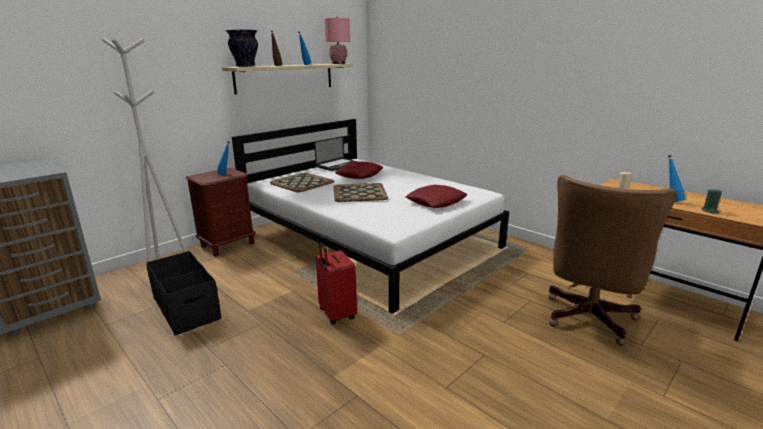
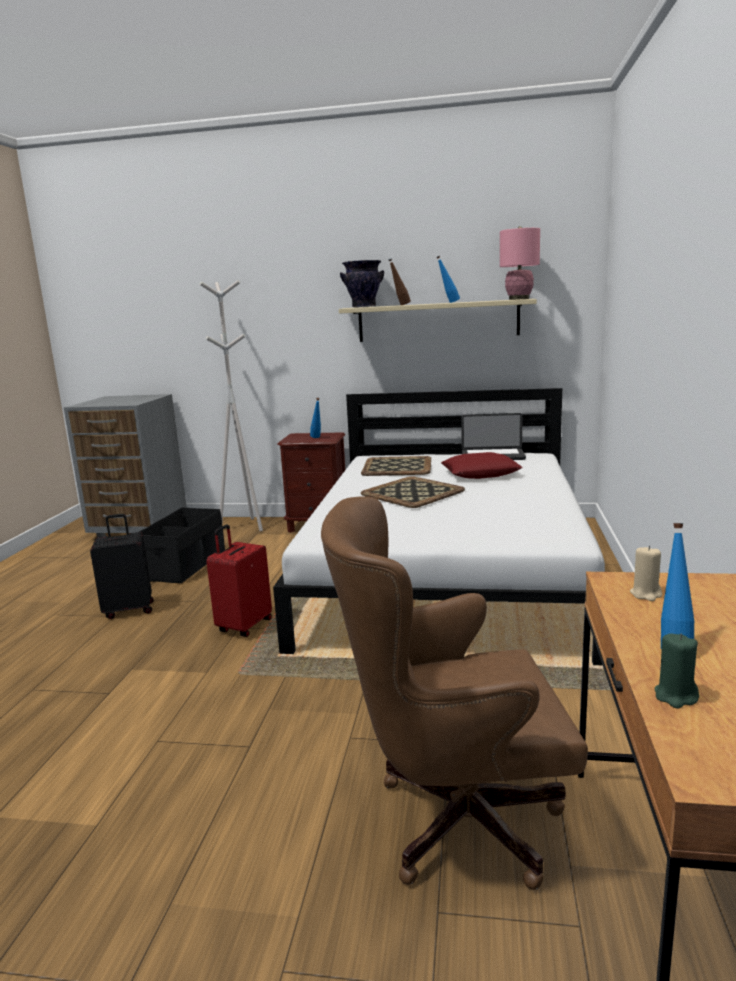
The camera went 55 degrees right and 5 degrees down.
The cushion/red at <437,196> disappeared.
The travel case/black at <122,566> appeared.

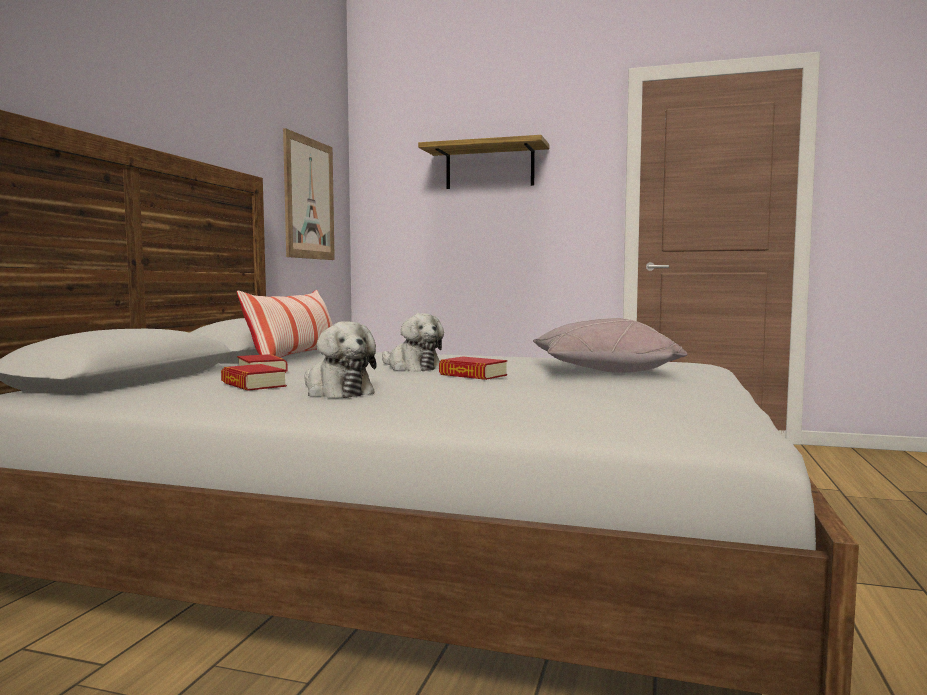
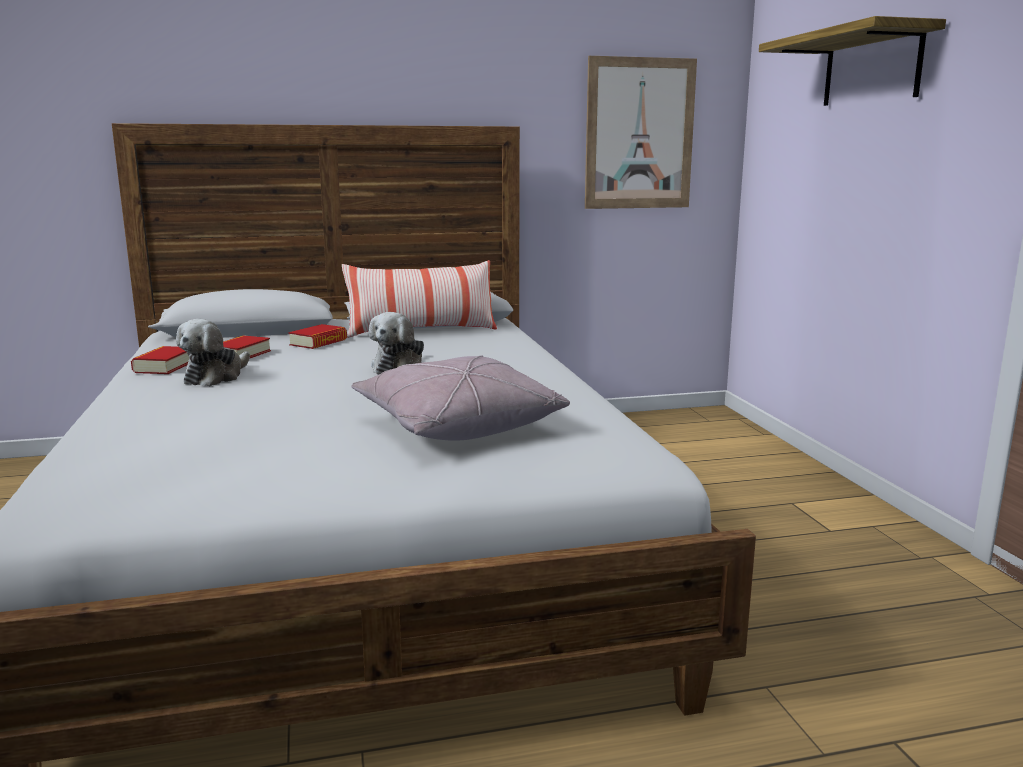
The camera went 60 degrees right and 10 degrees up.
The book moved from <473,368> to <160,360>.

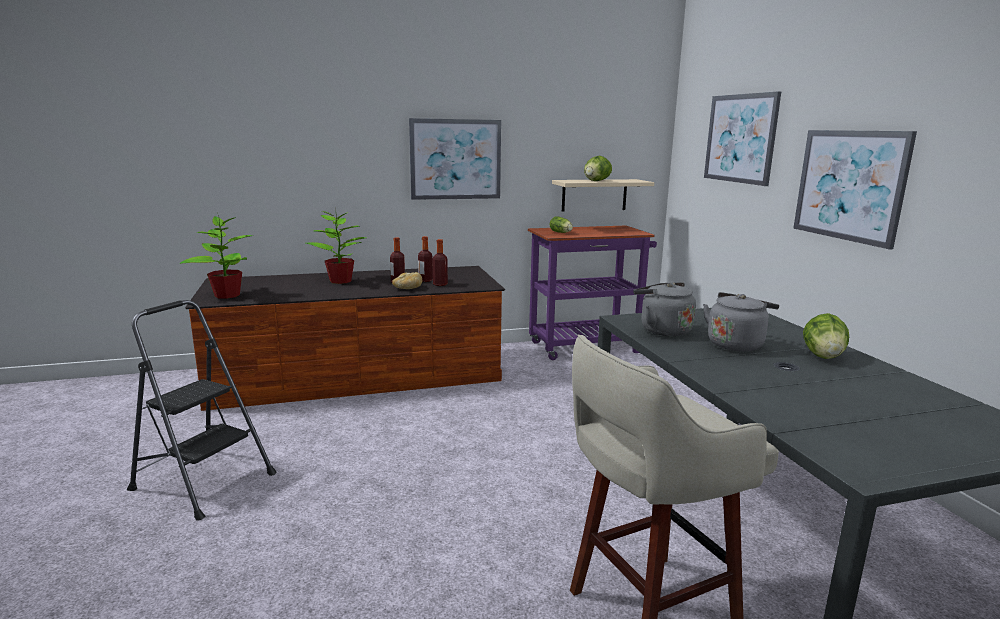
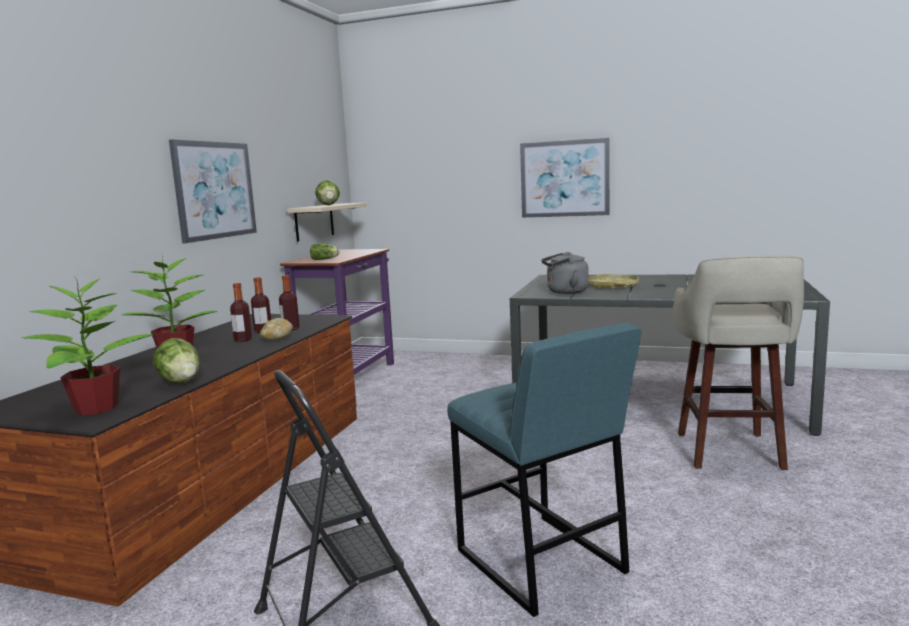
The camera went 55 degrees left and 5 degrees down.
The picture at <742,139> disappeared.
The stool seat/blue at <544,470> appeared.
The head of lettuce moved from <826,336> to <176,361>.
The tea kettle/gray at <741,321> was replaced by the serving tray/yellowish at <613,281>.

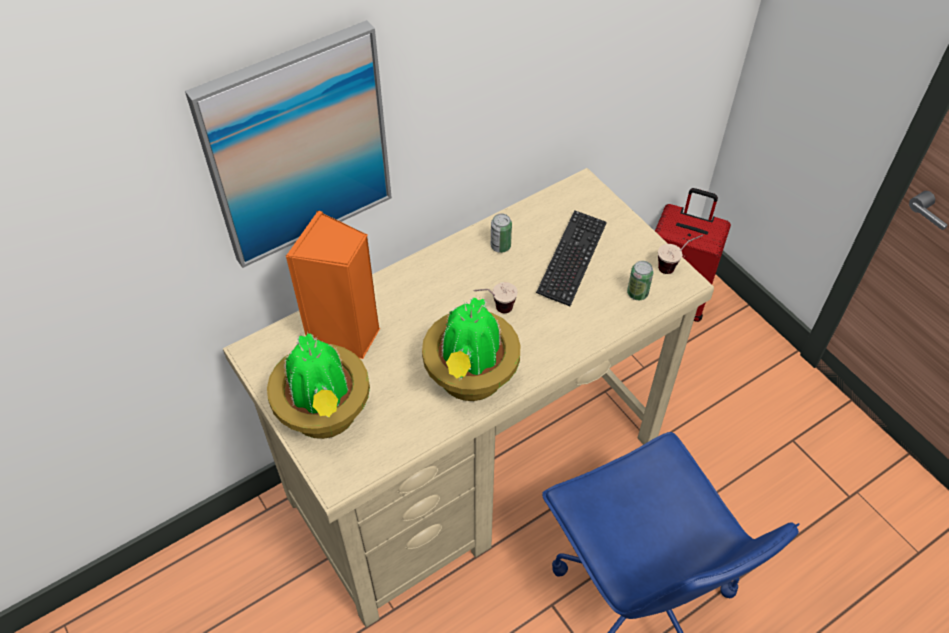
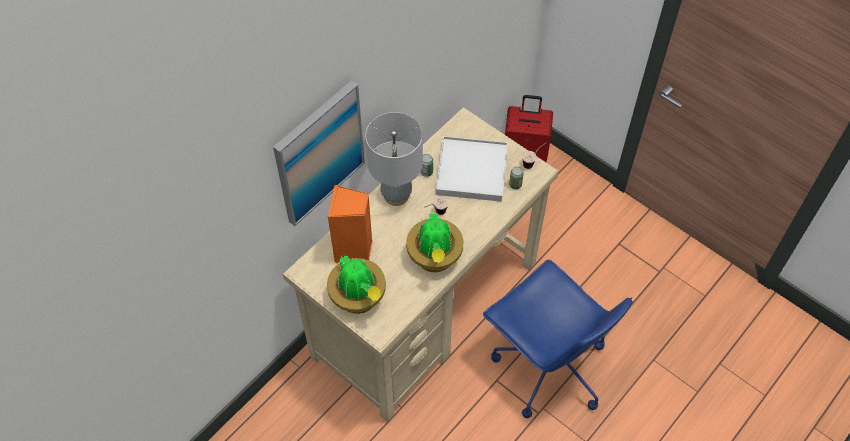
The camera went 15 degrees left and 5 degrees up.
The table lamp/gray at <394,159> appeared.
The computer keyboard at <571,258> was replaced by the serving tray/whitish at <472,169>.

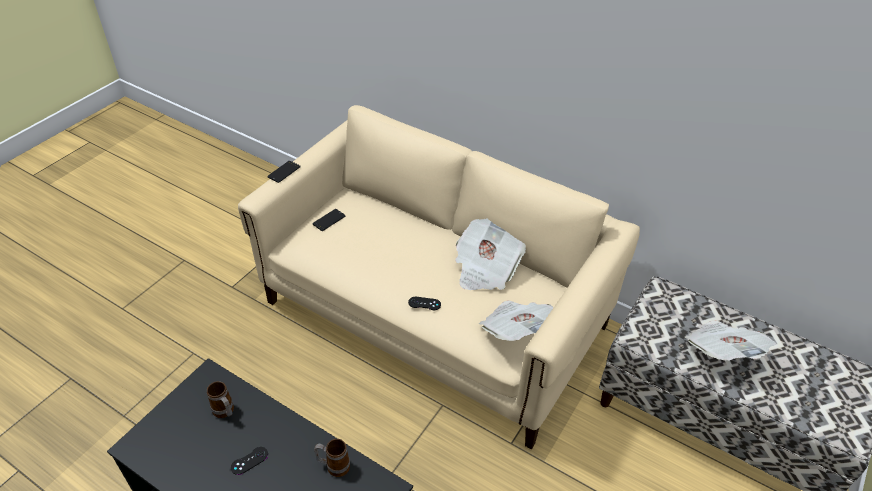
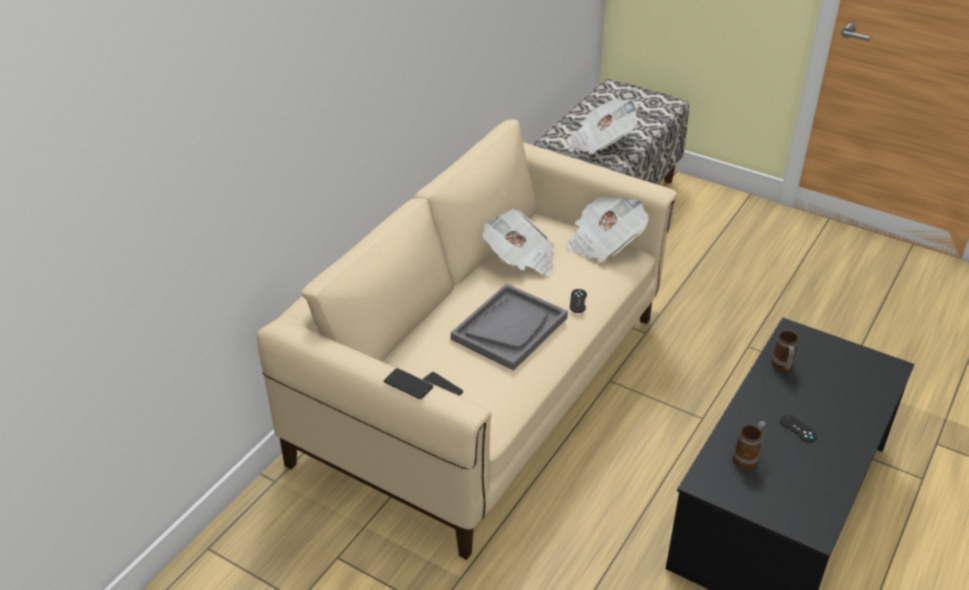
The camera went 90 degrees left and 5 degrees down.
The serving tray/gray at <509,327> appeared.

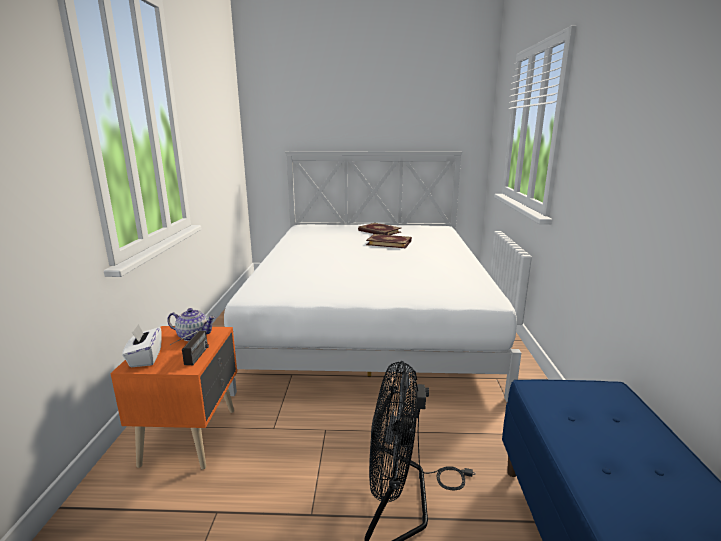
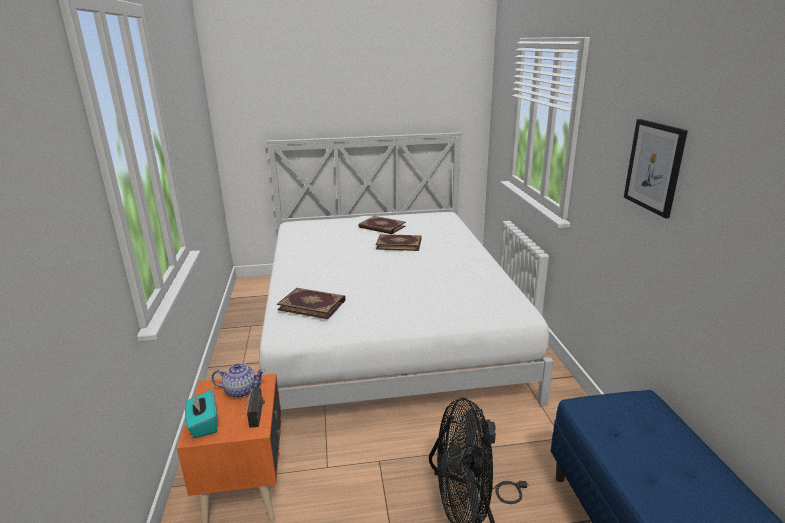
The camera went 10 degrees left and 5 degrees up.
The book at <311,303> appeared.
The picture at <656,169> appeared.
The tissue holder/whitish at <142,345> became the tissue holder/turquoise-coloured at <201,414>.

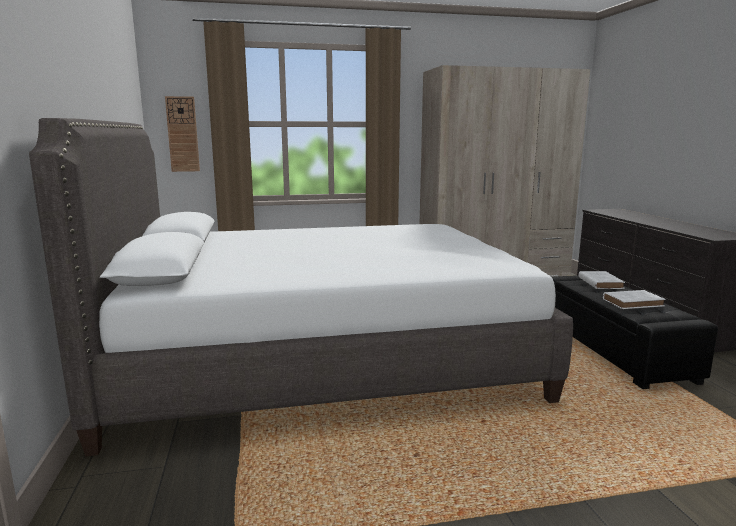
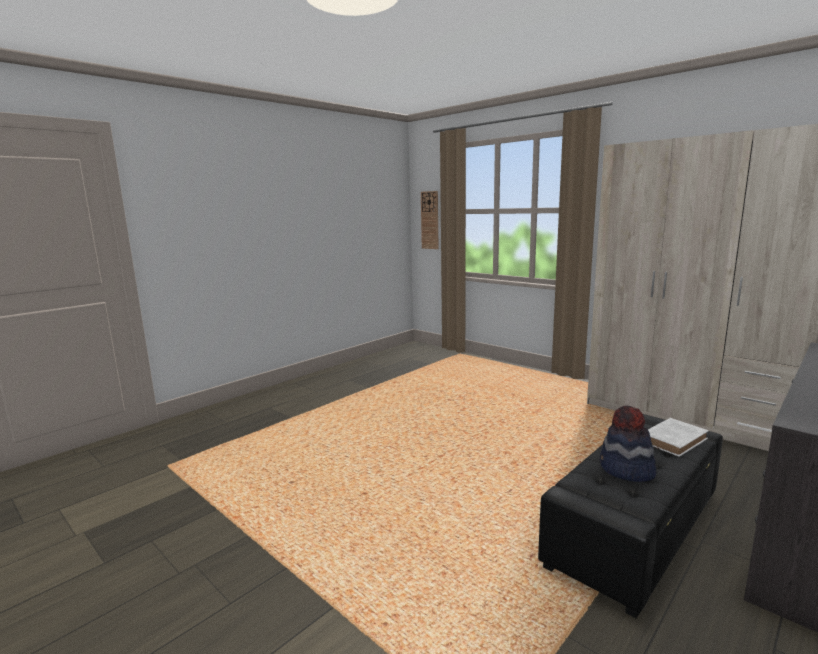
The camera went 55 degrees right and 0 degrees up.
The sleeping bed/whitish at <301,287> disappeared.
The book/whitish at <634,299> was replaced by the hat at <628,444>.

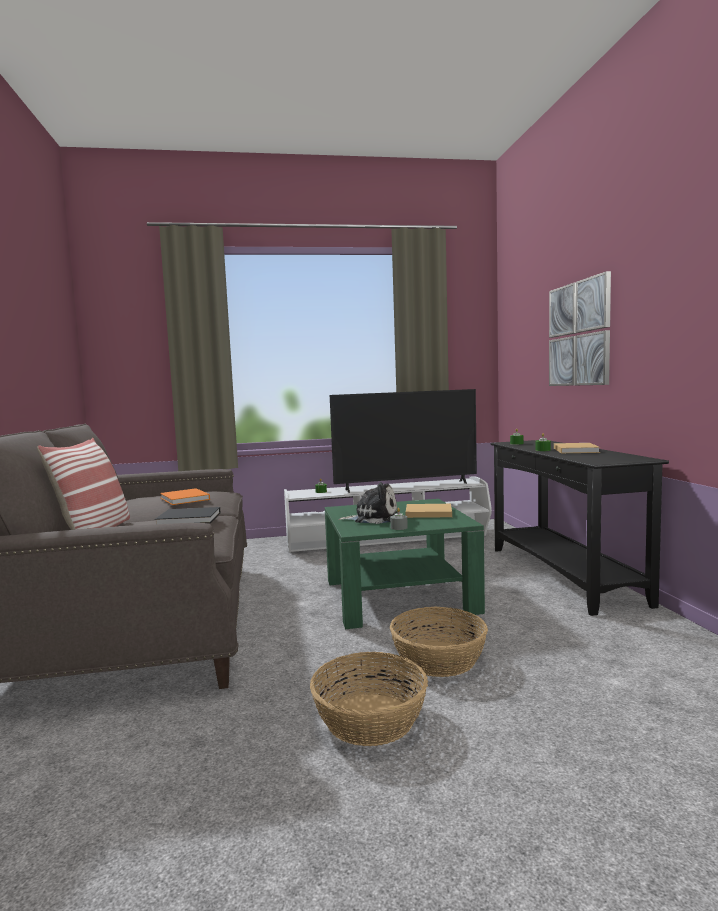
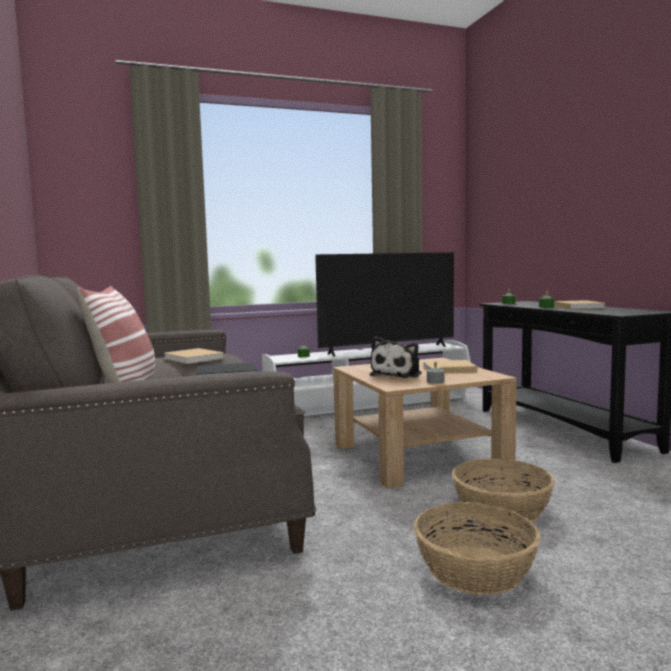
The camera went 10 degrees left and 0 degrees up.
The picture at <580,328> disappeared.
The book/orangey at <185,496> became the book/beige-coloured at <194,356>.
The lounge table/greenish at <405,564> became the lounge table/brown-coloured at <425,423>.
The plush toy at <367,503> turned 120 degrees clockwise.

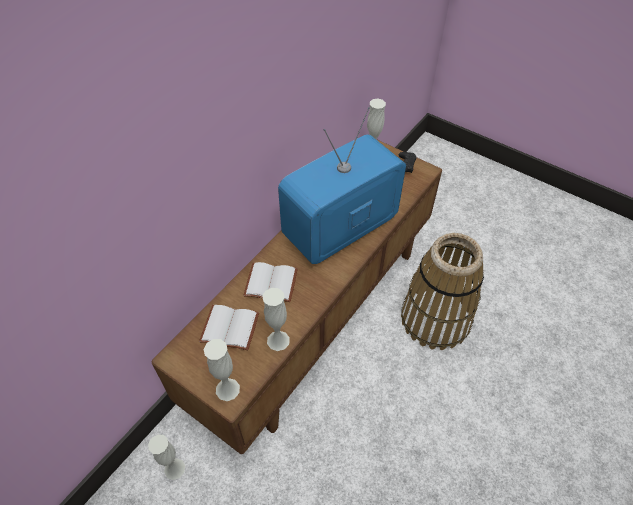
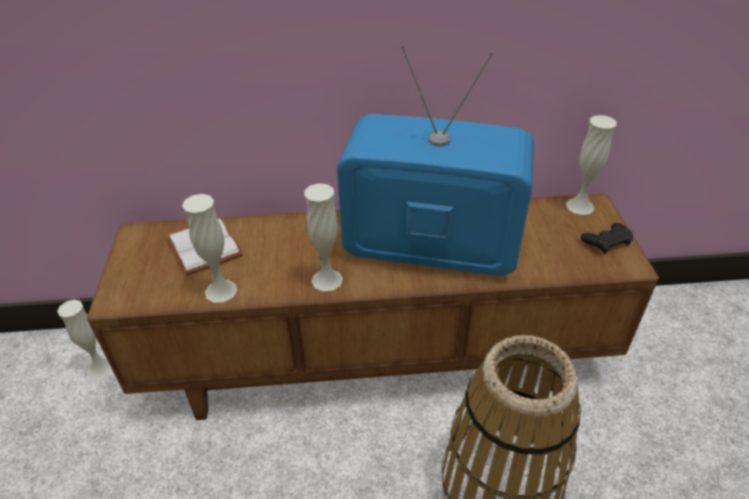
The camera went 50 degrees right and 10 degrees down.
The book/whitish at <270,282> disappeared.
The flower vase/whitish moved from <222,370> to <323,237>.

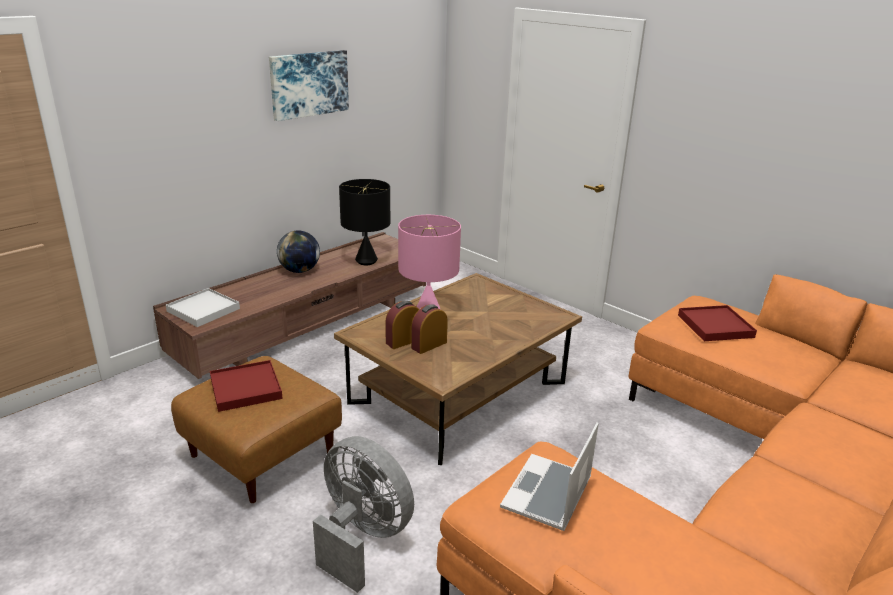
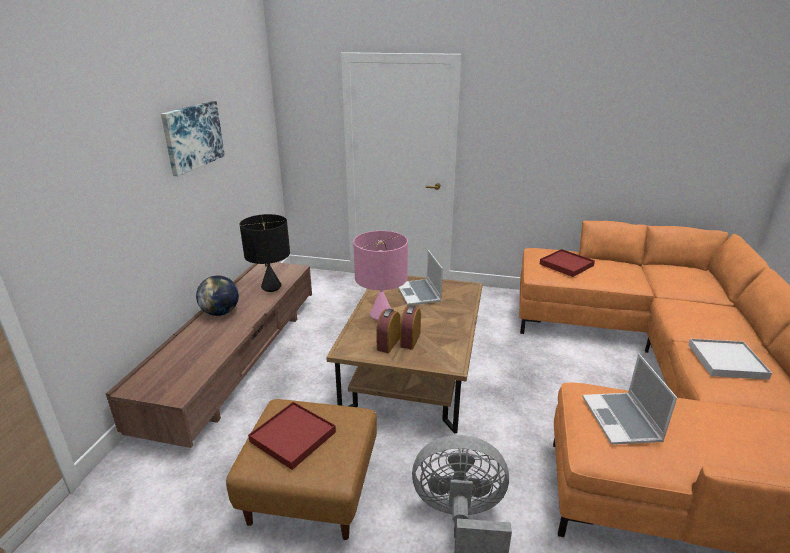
The camera went 30 degrees left and 0 degrees up.
The laptop at <420,278> appeared.
The serving tray/whitish moved from <203,307> to <730,359>.

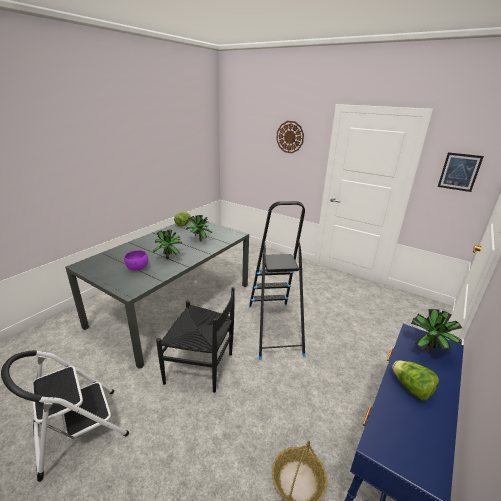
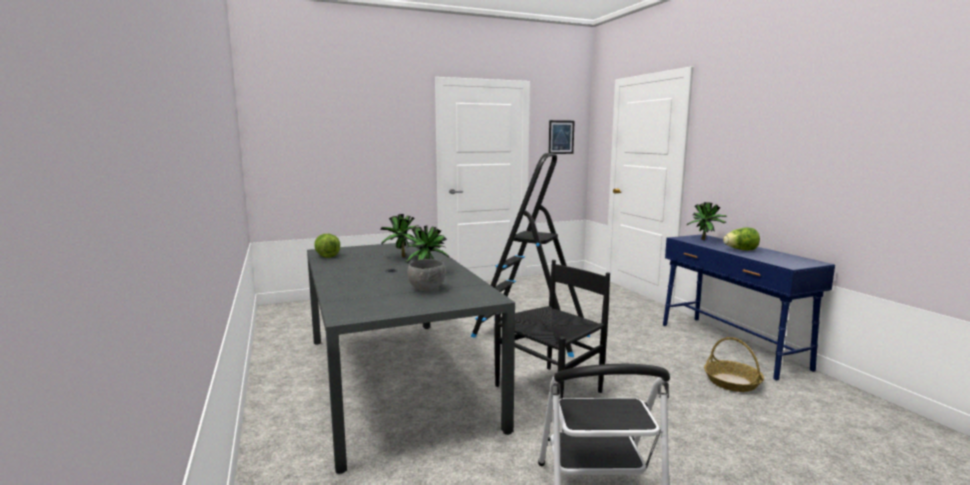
The camera went 55 degrees left and 15 degrees down.
The hanging clock at <290,137> disappeared.
The deep dish/purple-coloured at <136,260> became the deep dish/gray at <426,275>.

